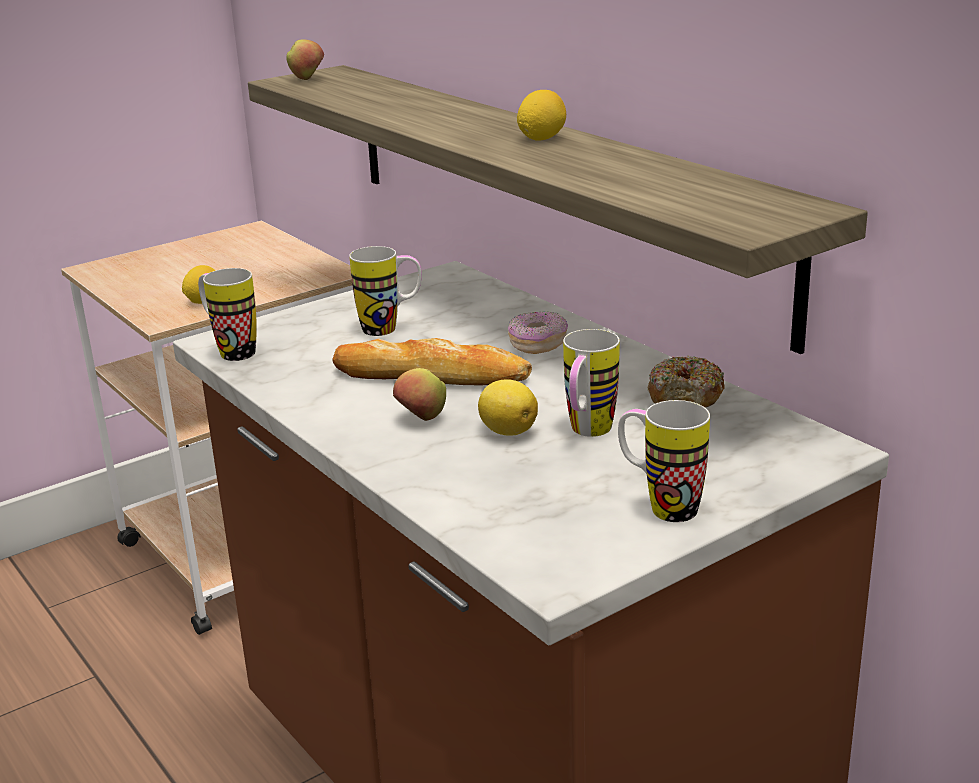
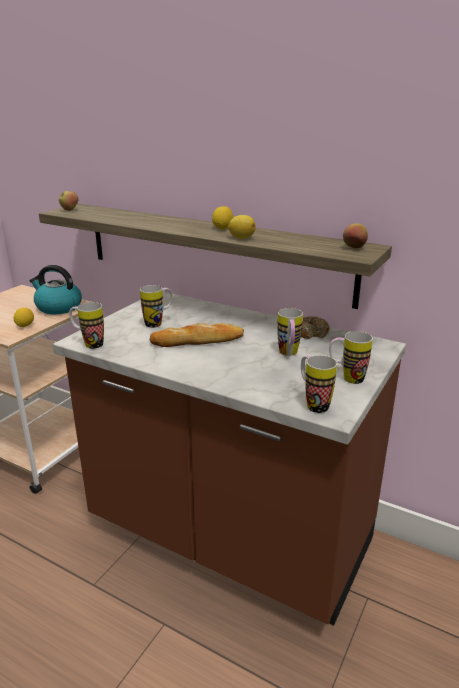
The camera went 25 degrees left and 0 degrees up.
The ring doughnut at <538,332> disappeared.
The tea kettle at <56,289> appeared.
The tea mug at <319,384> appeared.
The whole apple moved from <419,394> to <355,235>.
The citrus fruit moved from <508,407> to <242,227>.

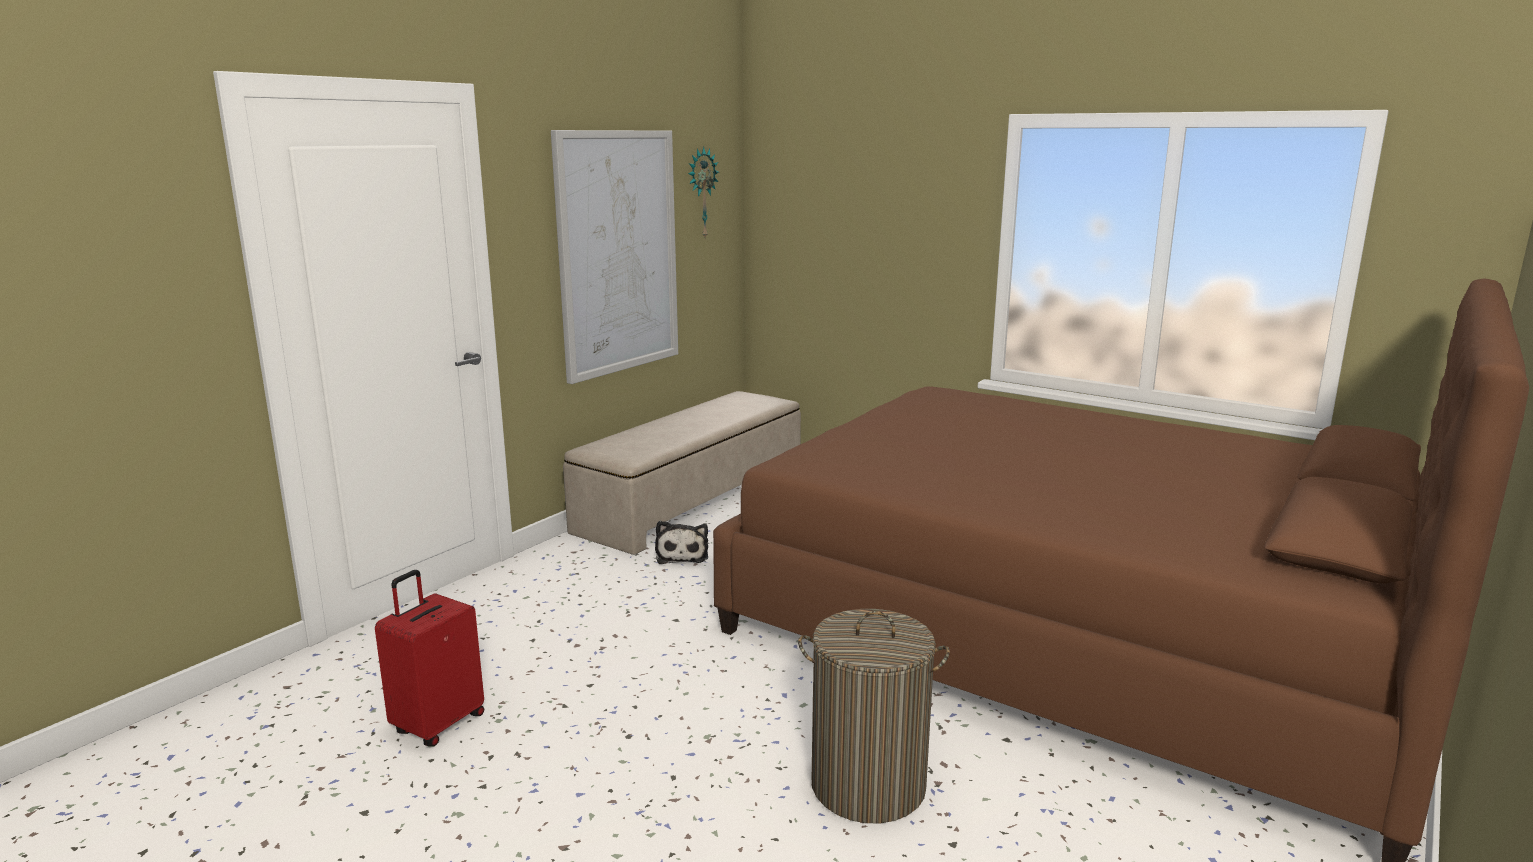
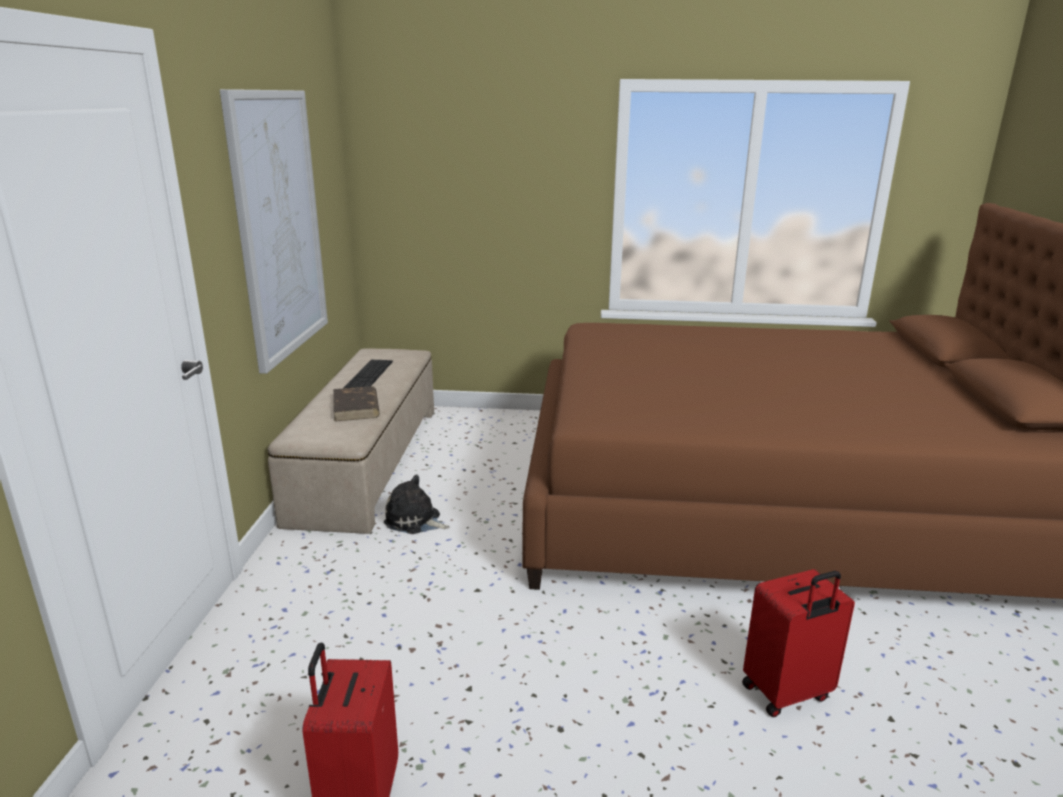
The camera went 30 degrees left and 5 degrees up.
The hanging clock at <703,193> disappeared.
The book/brown-coloured at <356,404> appeared.
The computer keyboard at <368,374> appeared.
The washing basket at <874,716> was replaced by the travel case/red at <798,643>.
The plush toy at <681,542> turned 150 degrees clockwise.

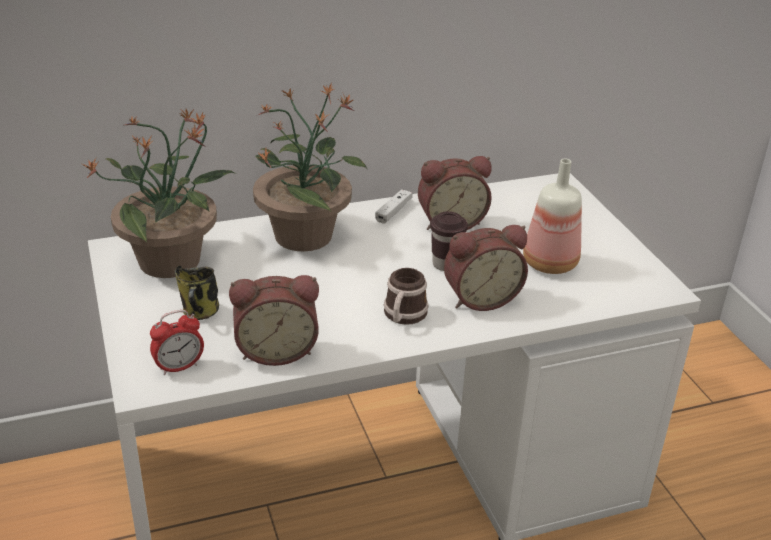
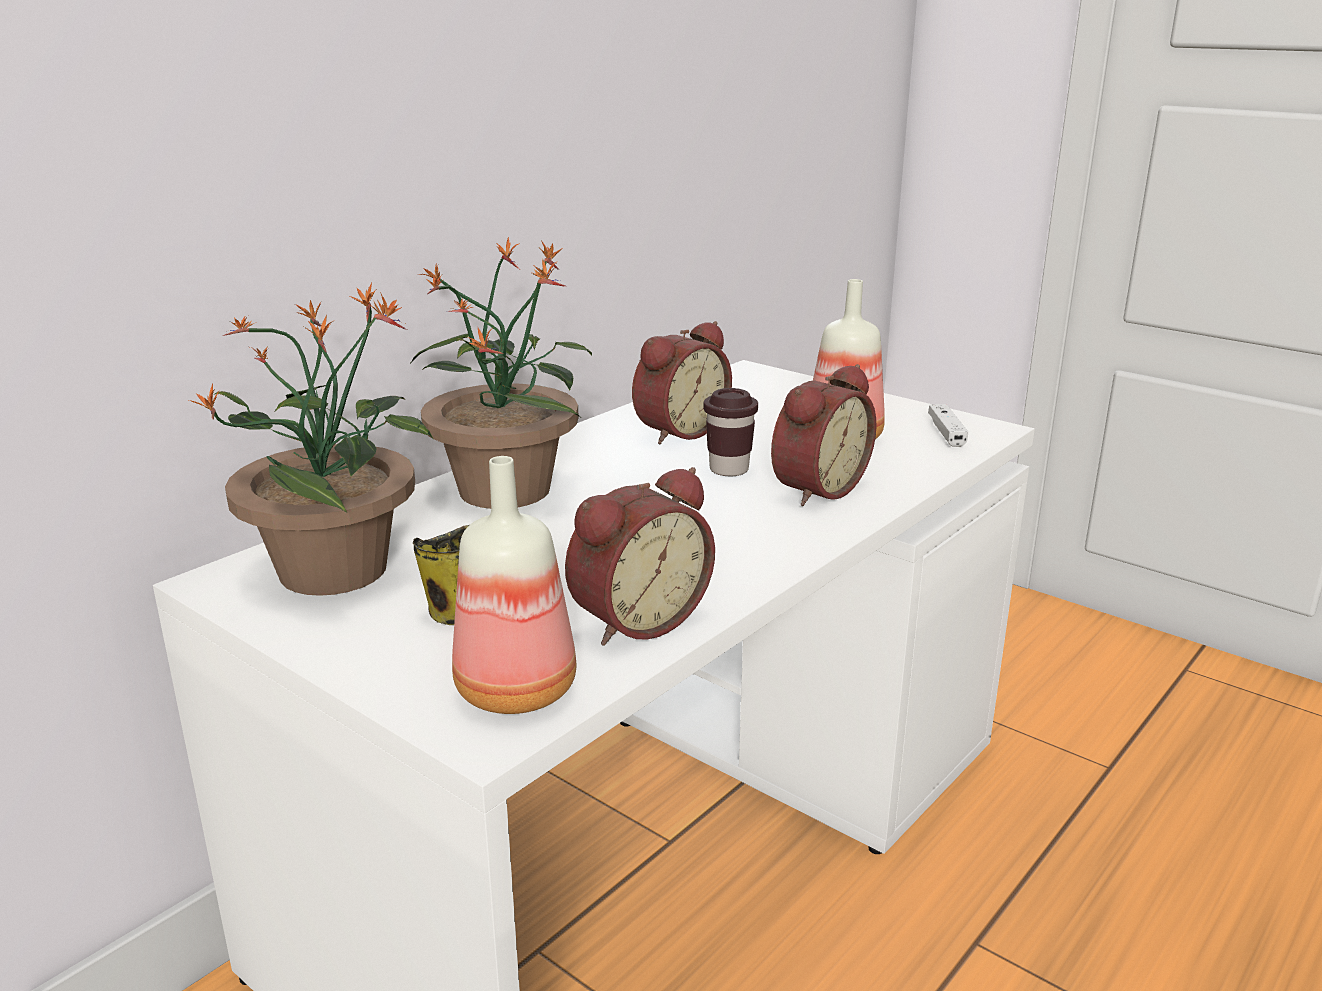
The camera went 30 degrees left and 10 degrees down.
The tea mug at <406,296> disappeared.
The gamepad/whitish moved from <393,206> to <948,425>.
The table clock at <177,342> was replaced by the drink bottle at <514,585>.

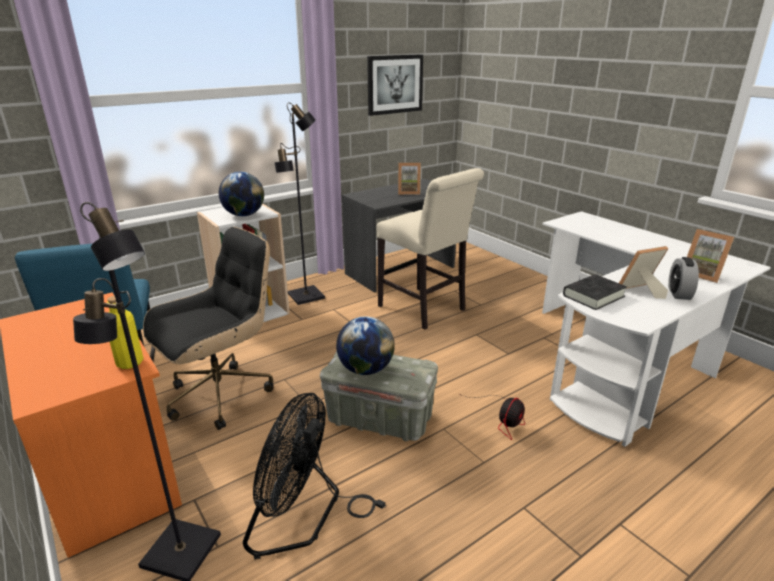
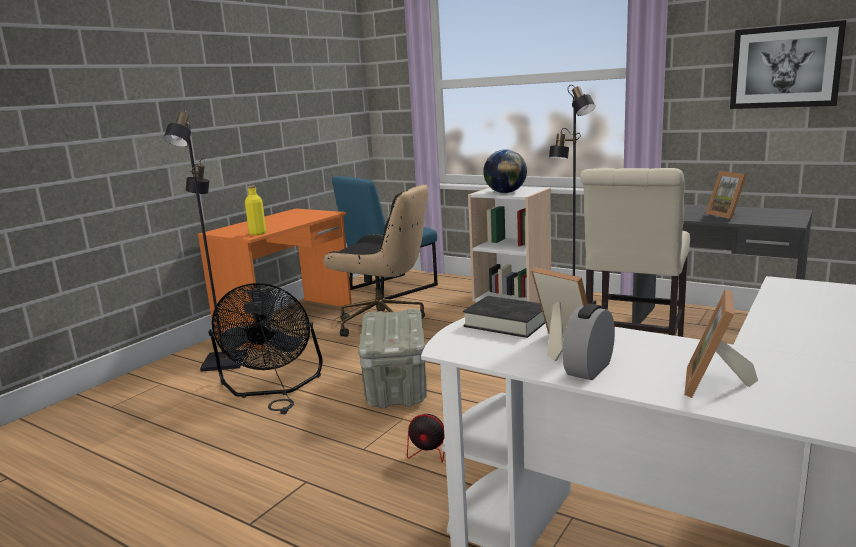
The camera went 70 degrees right and 10 degrees down.
The world globe at <365,345> disappeared.
The table clock at <683,278> turned 45 degrees counterclockwise.

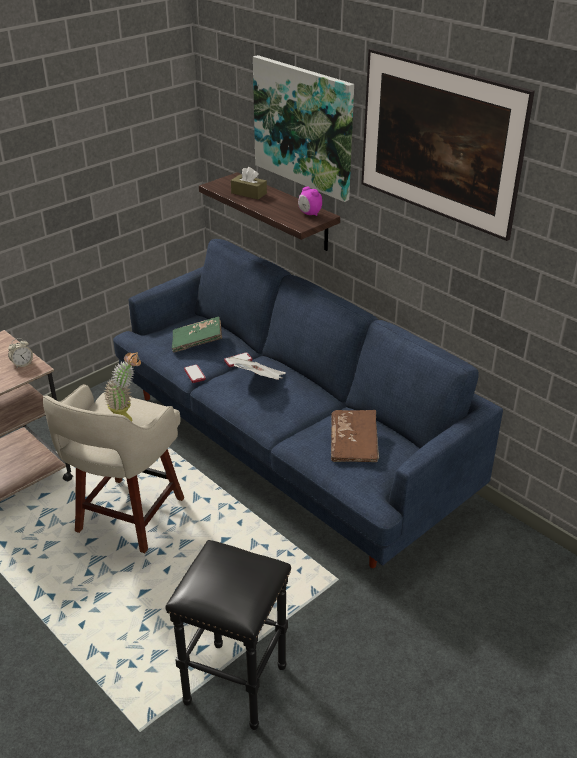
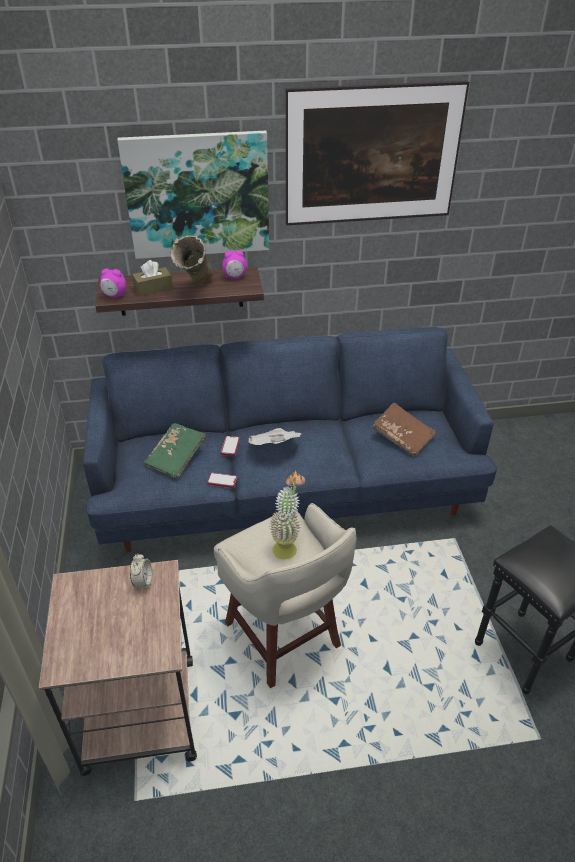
The camera went 55 degrees left and 5 degrees up.
The table clock at <113,283> appeared.
The flower vase/beige-coloured at <192,260> appeared.

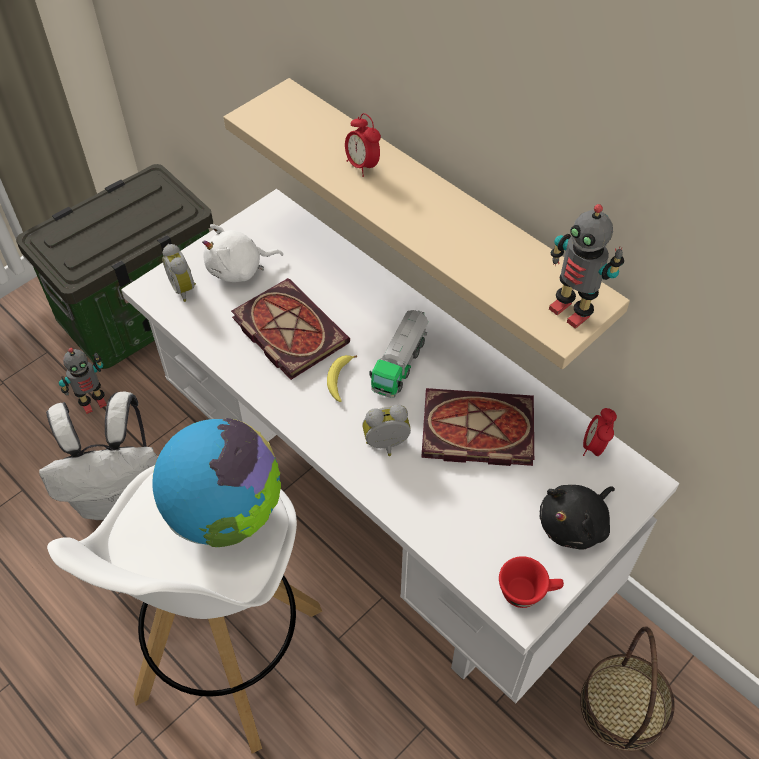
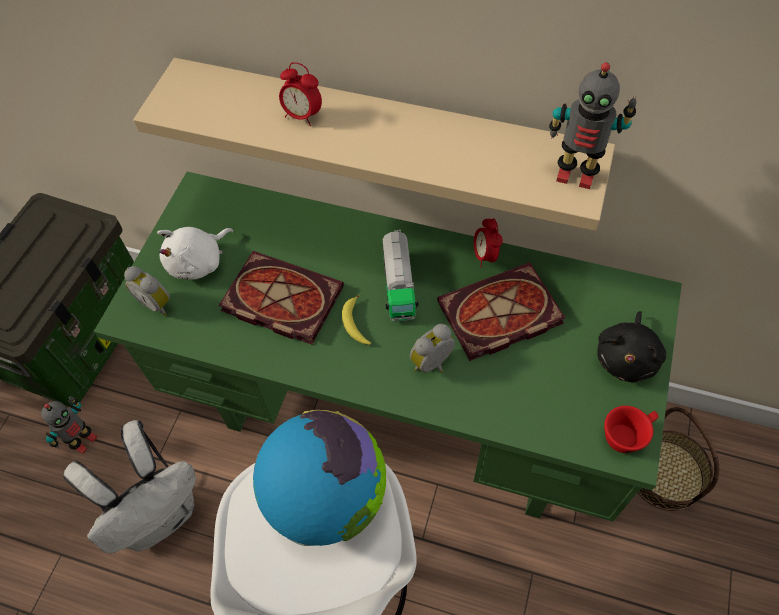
The camera went 25 degrees left and 5 degrees up.
The table clock moved from <600,432> to <488,242>.
The desk/whitish at <400,446> became the desk/greenish at <388,347>.

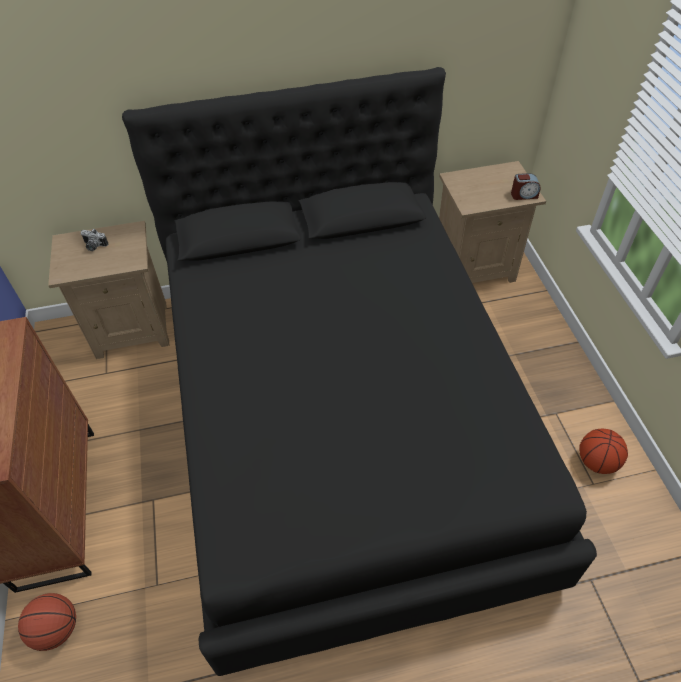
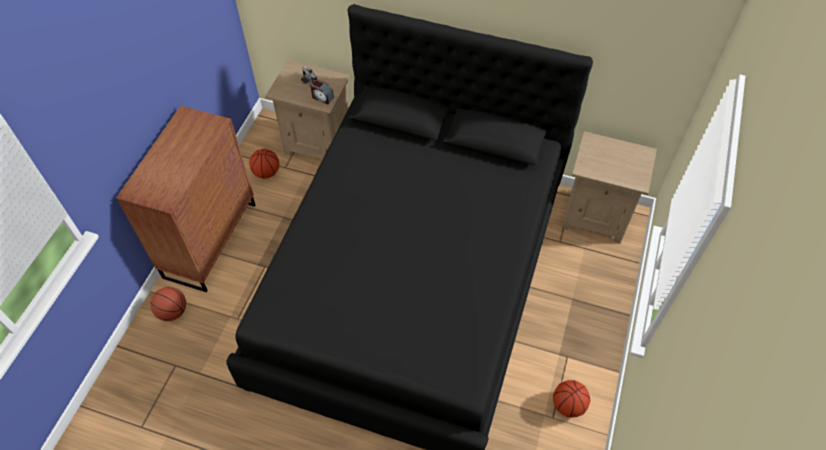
The camera went 30 degrees right and 5 degrees up.
The ball for basketball at <264,164> appeared.
The table clock moved from <526,186> to <322,91>.

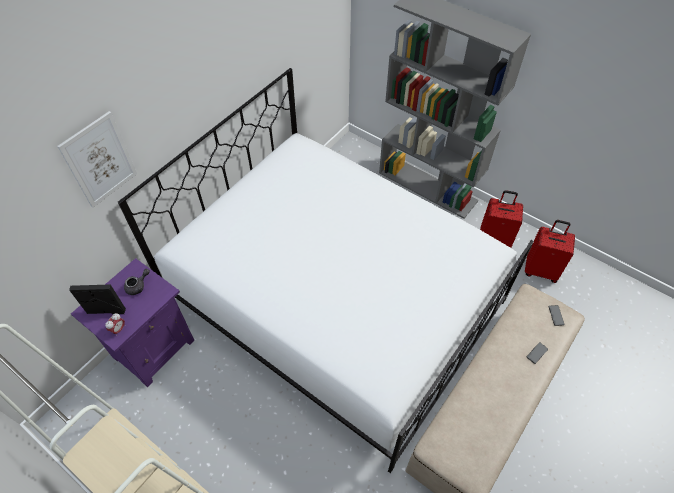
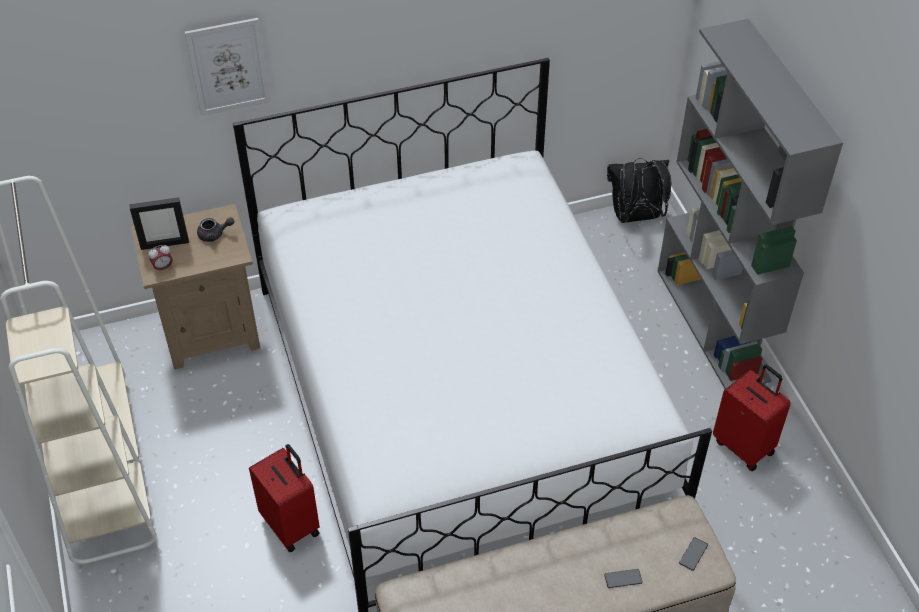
The camera went 35 degrees right and 5 degrees down.
The knapsack/black at <639,190> appeared.
The travel case/red moved from <550,251> to <284,498>.
The nightstand/purple-coloured at <132,322> became the nightstand/beige-coloured at <195,286>.
The standing frame at <97,299> turned 135 degrees clockwise.

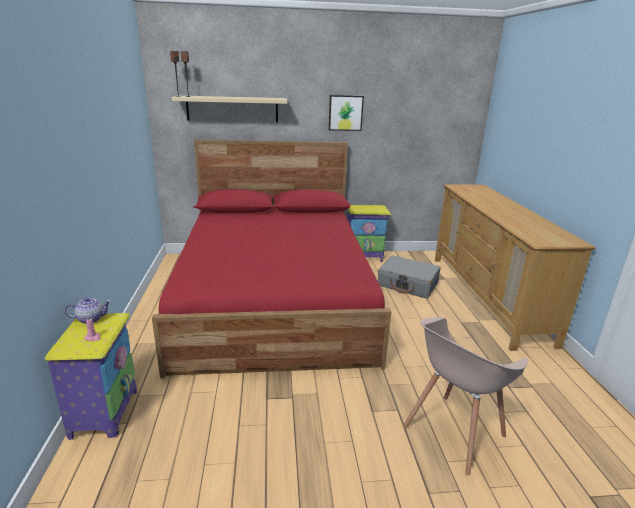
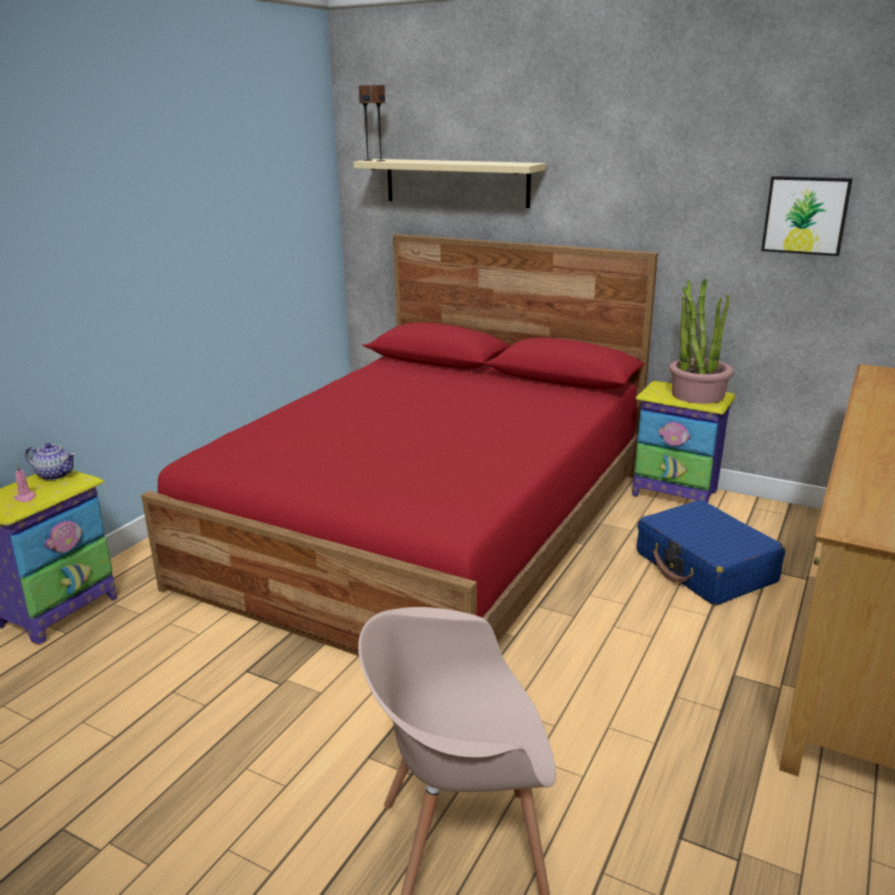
The camera went 35 degrees right and 0 degrees up.
The houseplant at <701,341> appeared.
The picture moved from <346,113> to <807,216>.
The travel case/gray at <409,277> became the travel case/blue at <711,553>.

